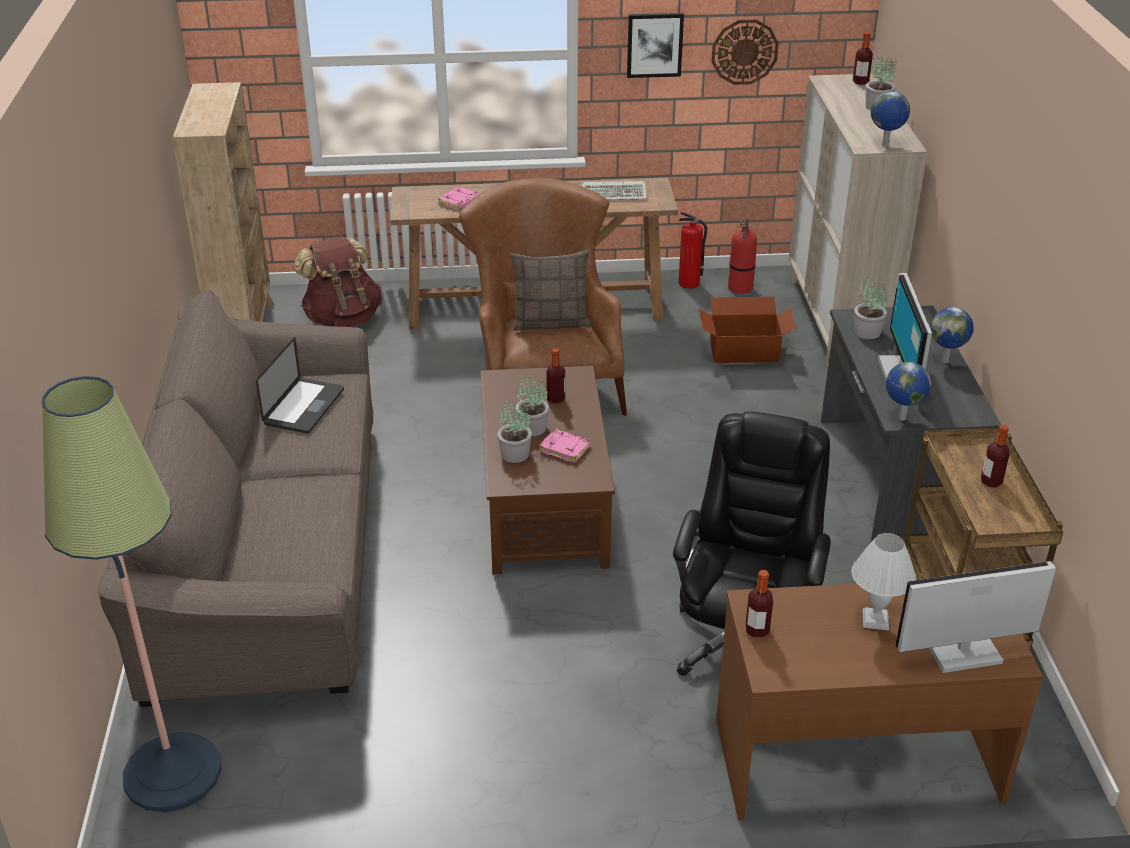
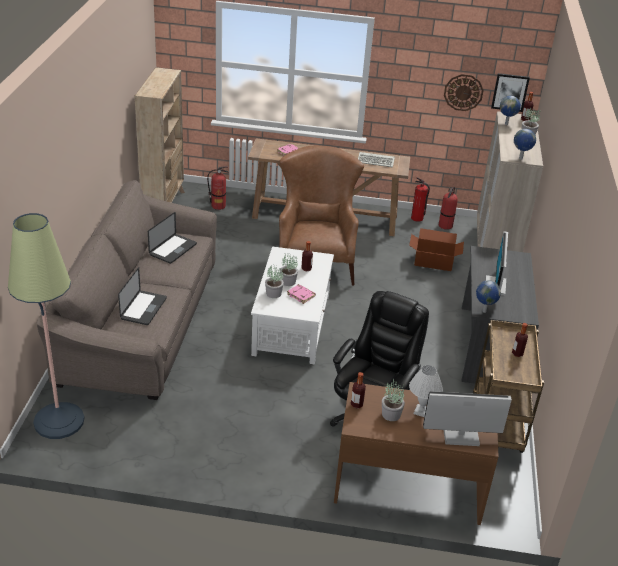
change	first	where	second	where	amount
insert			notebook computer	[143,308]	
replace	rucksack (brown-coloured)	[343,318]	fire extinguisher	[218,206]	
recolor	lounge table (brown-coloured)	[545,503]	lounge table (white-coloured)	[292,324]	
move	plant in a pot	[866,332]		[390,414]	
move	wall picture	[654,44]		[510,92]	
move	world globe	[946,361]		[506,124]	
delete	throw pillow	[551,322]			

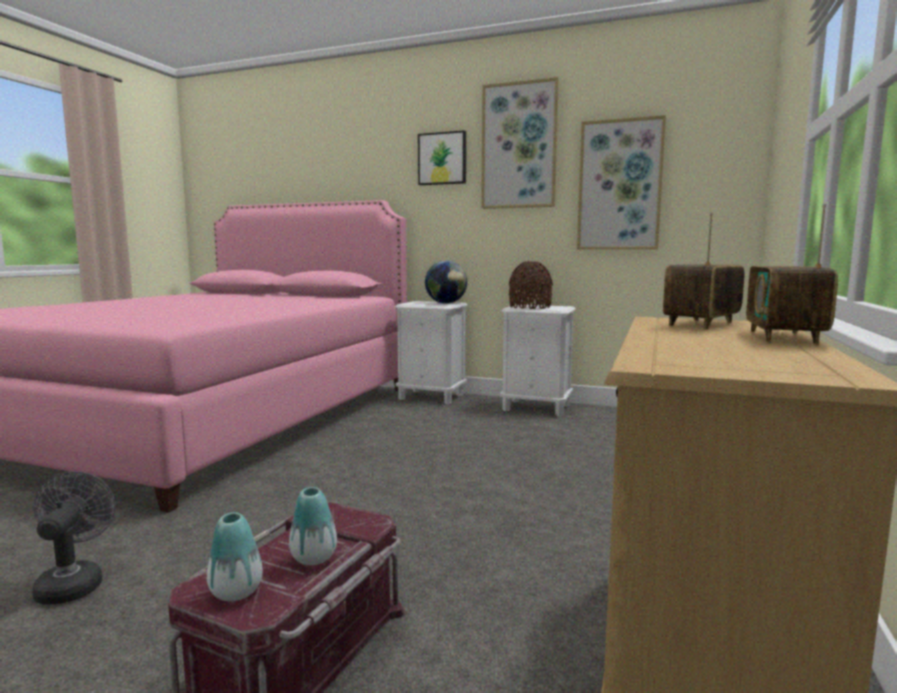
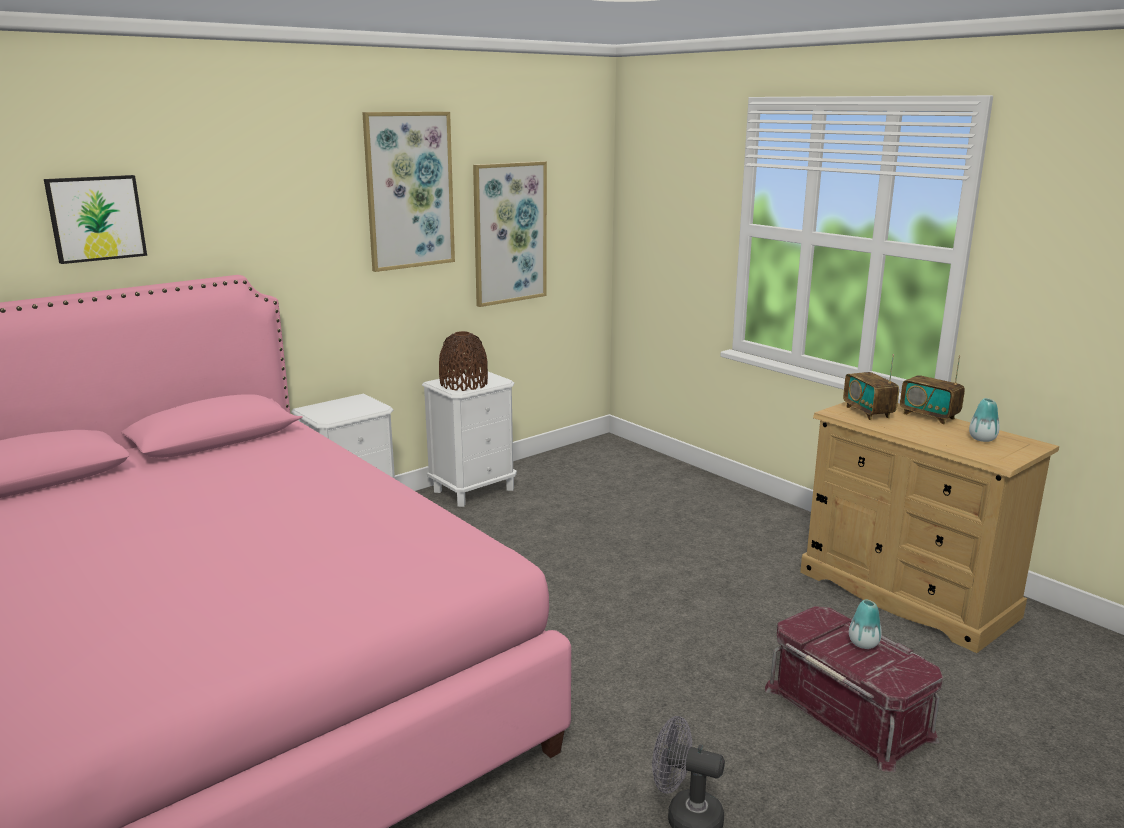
change	first	where	second	where	amount
move	wall picture	[442,158]		[96,218]	
move	decorative vase	[236,592]		[982,439]	
delete	world globe	[446,303]			

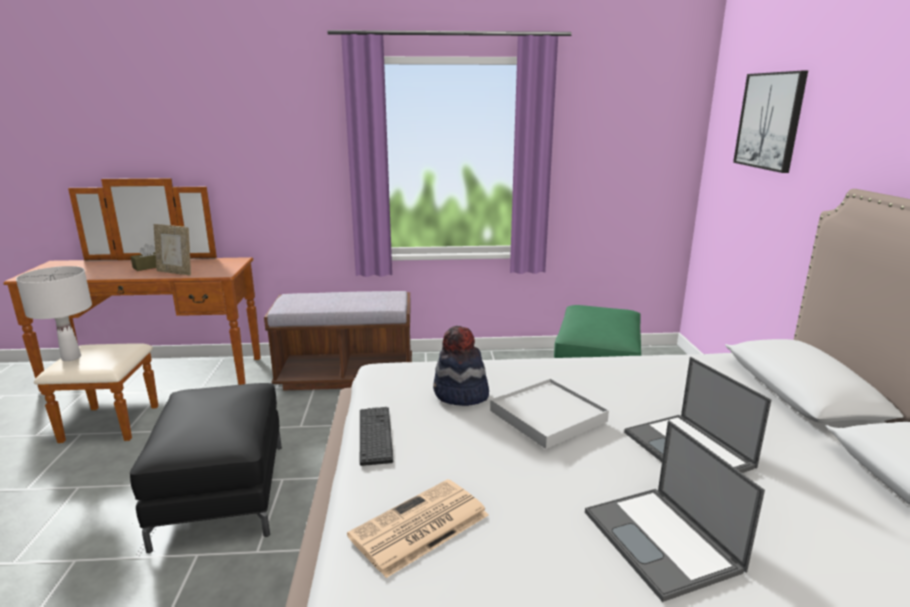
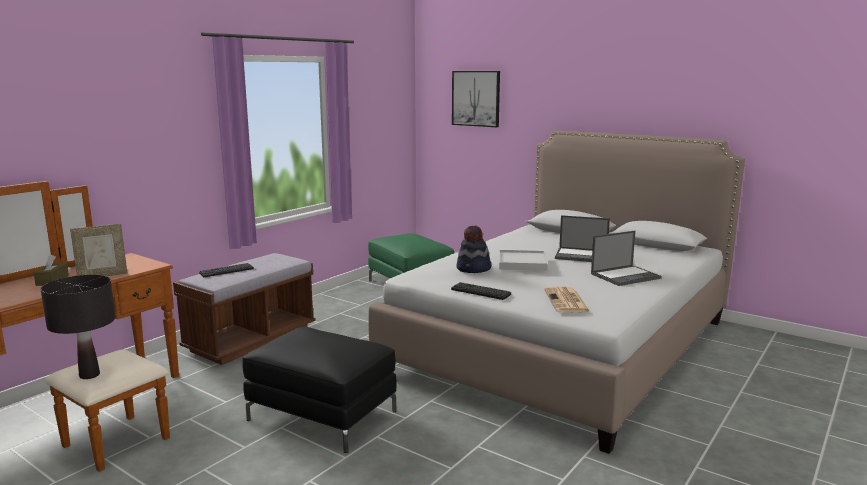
change	first	where	second	where	amount
recolor	lamp for a table (white-coloured)	[71,358]	lamp for a table (blackish)	[89,375]	
insert			keyboard	[226,271]	
rotate	notebook computer	[663,541]		[625,276]	45 degrees counterclockwise

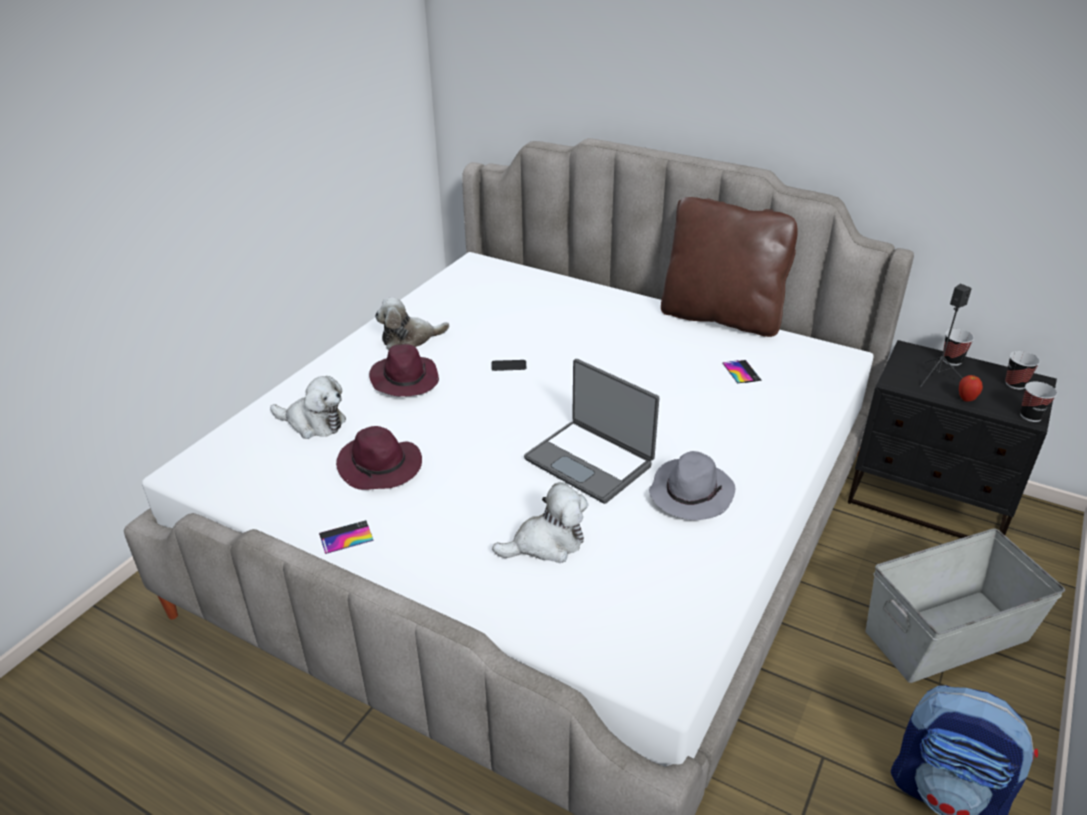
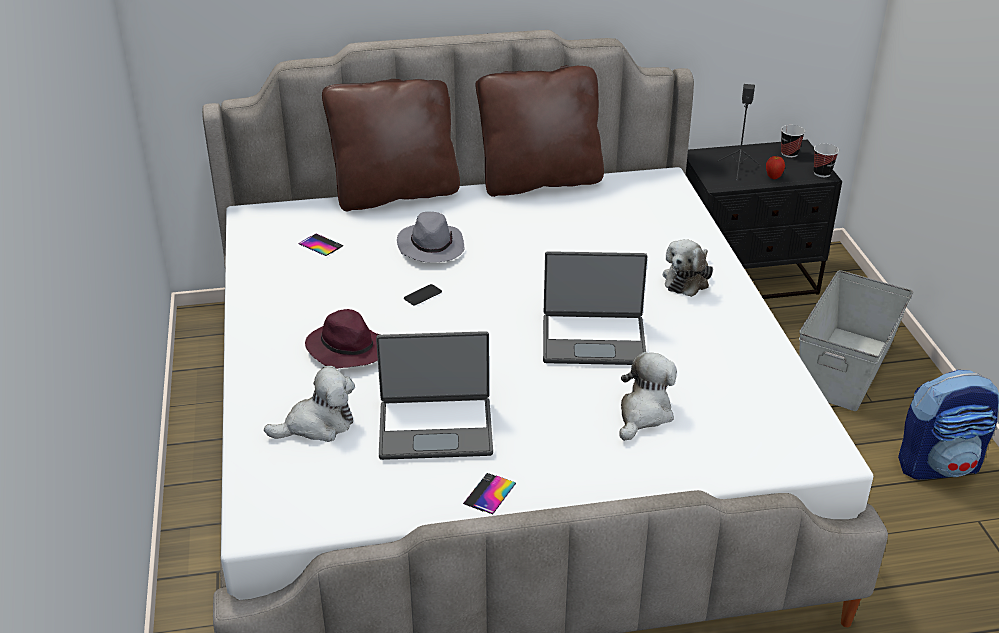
change	first	where	second	where	amount
move	telephone	[741,372]		[321,245]	
insert			throw pillow (brown-coloured)	[395,193]	
replace	hat (purplish)	[381,467]	notebook computer	[436,428]	
move	hat (gray)	[690,493]		[430,247]	
move	soft toy	[409,339]		[687,279]	
delete	small cup	[952,360]			

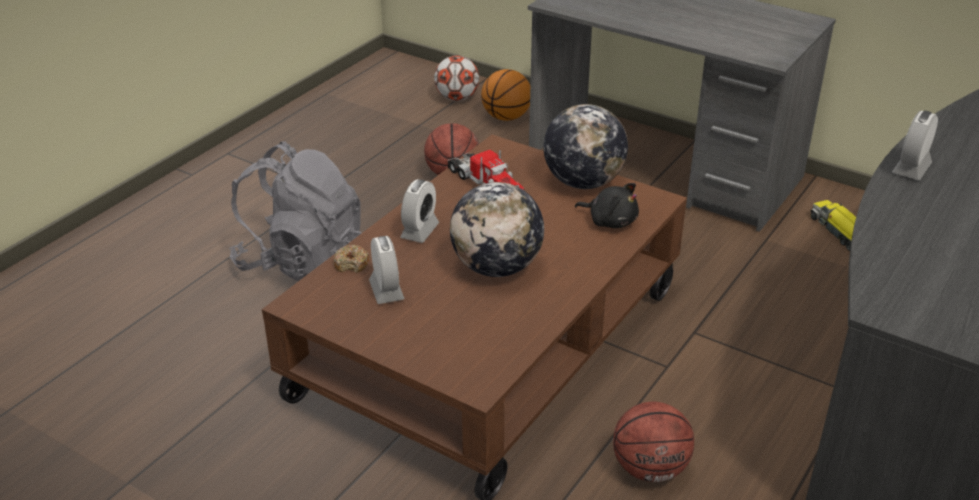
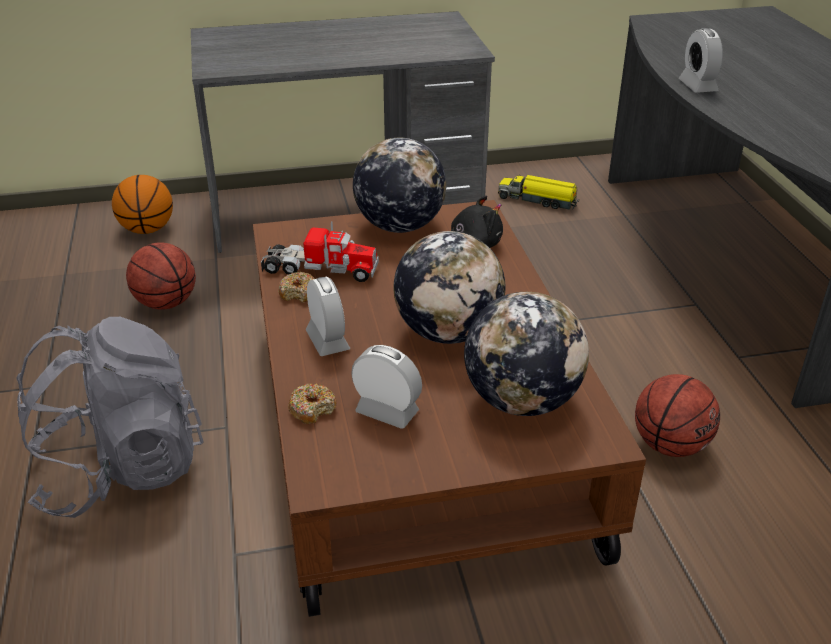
change	first	where	second	where	amount
insert			doughnut	[299,293]	
insert			world globe	[521,400]	
delete	ball for football	[457,98]			

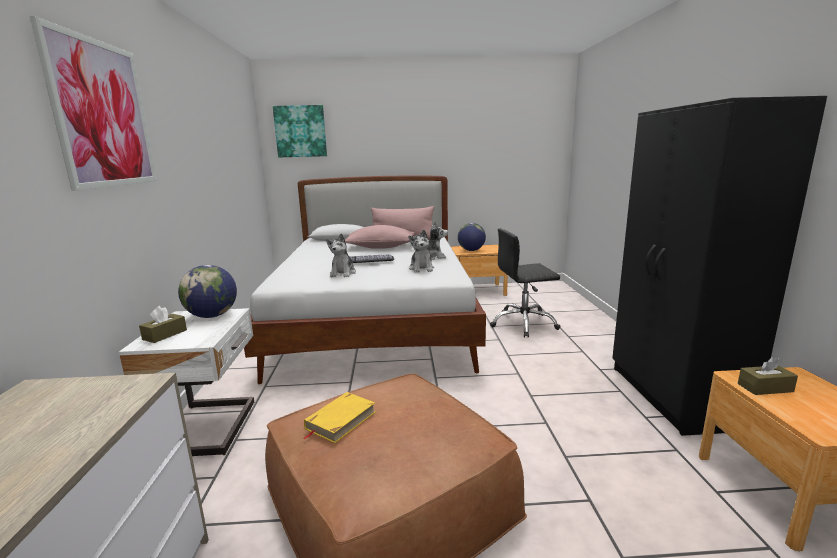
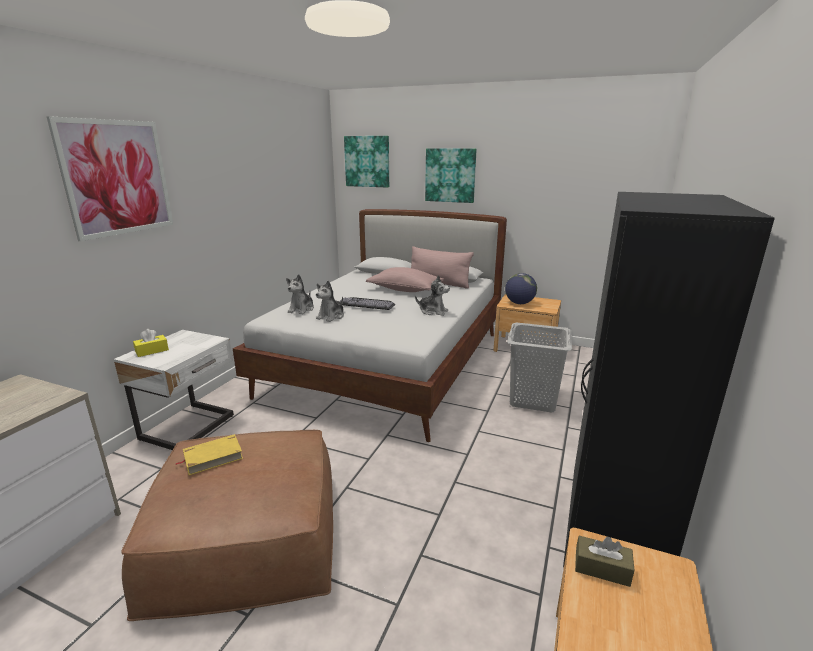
change	first	where	second	where	amount
recolor	box of tissues (brown-coloured)	[165,335]	box of tissues (yellow)	[152,351]	
move	soft toy	[422,268]		[302,309]	
insert			wall picture	[450,175]	
replace	office chair (blackish)	[523,324]	hamper (gray)	[532,399]	
delete	world globe	[212,316]			

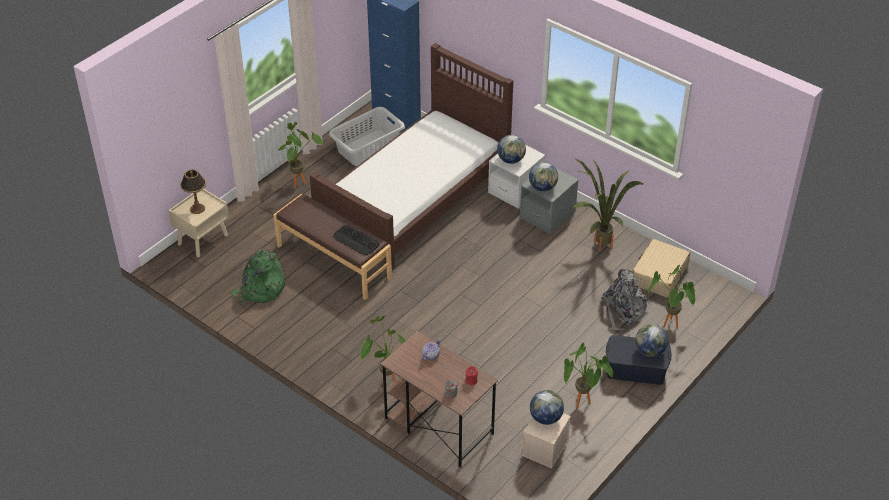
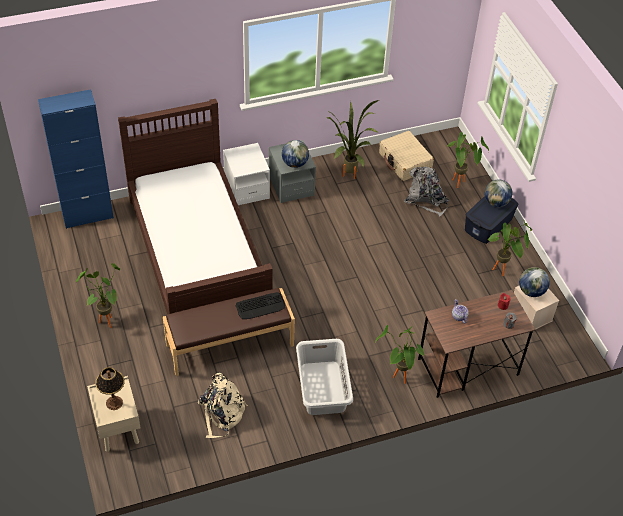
change	first	where	second	where	amount
recolor	rucksack (green-coloured)	[260,289]	rucksack (beige)	[221,414]	
move	hamper (gray)	[367,148]		[322,388]	
delete	world globe	[511,160]			

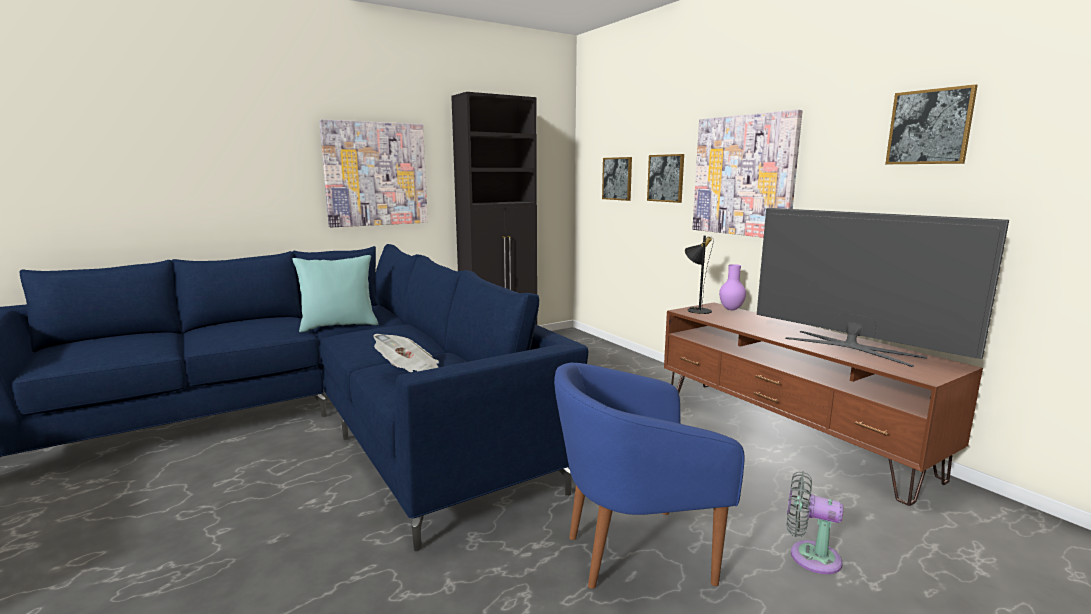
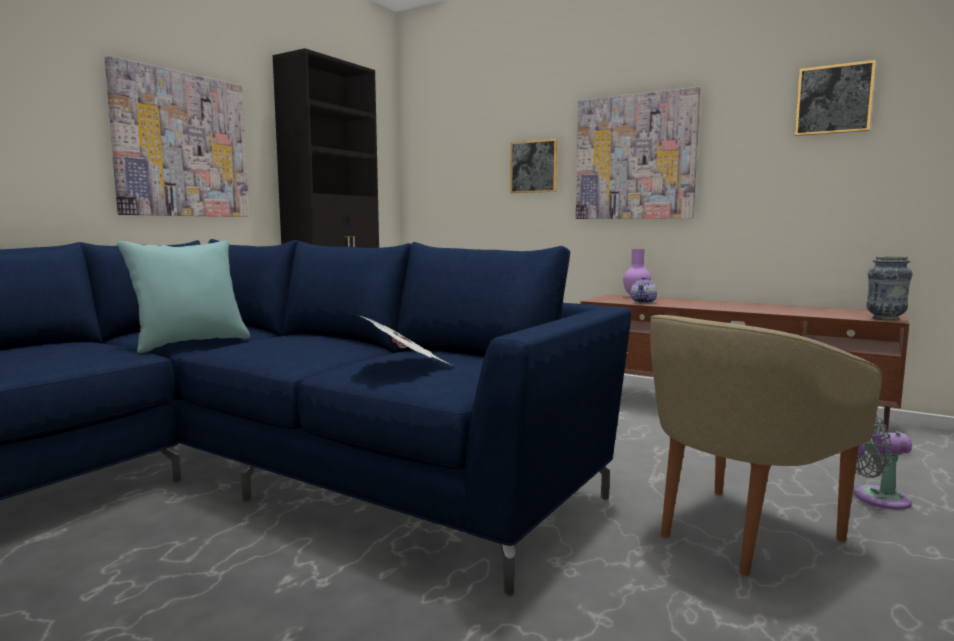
change	first	where	second	where	amount
insert			pot for tea	[643,302]	
recolor	lounge chair (blue-coloured)	[633,552]	lounge chair (beige)	[739,533]	
insert			decorative vase	[885,319]	
delete	wall picture	[617,178]			
delete	lamp for a table (blackish)	[696,310]			
delete	TV	[852,347]			

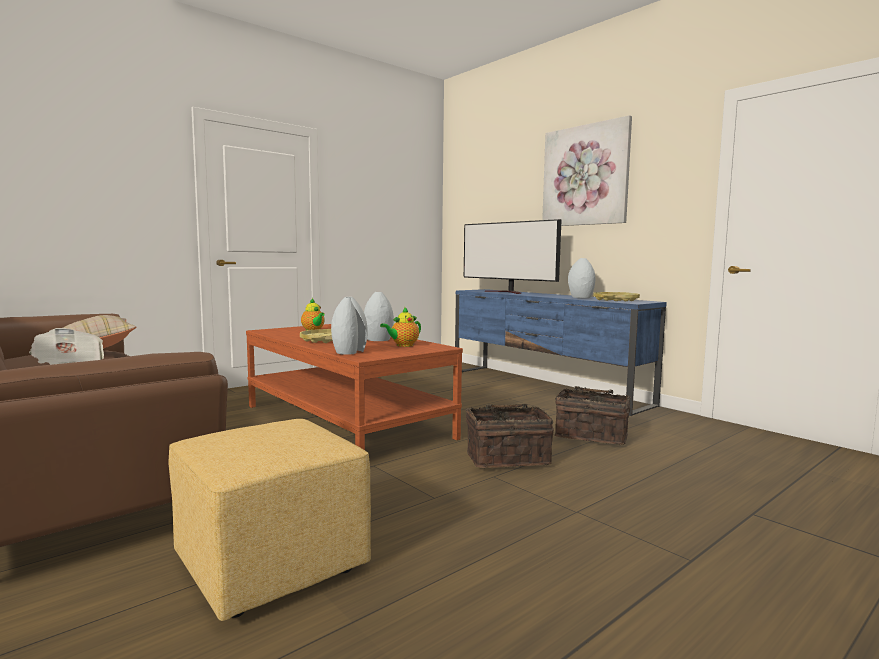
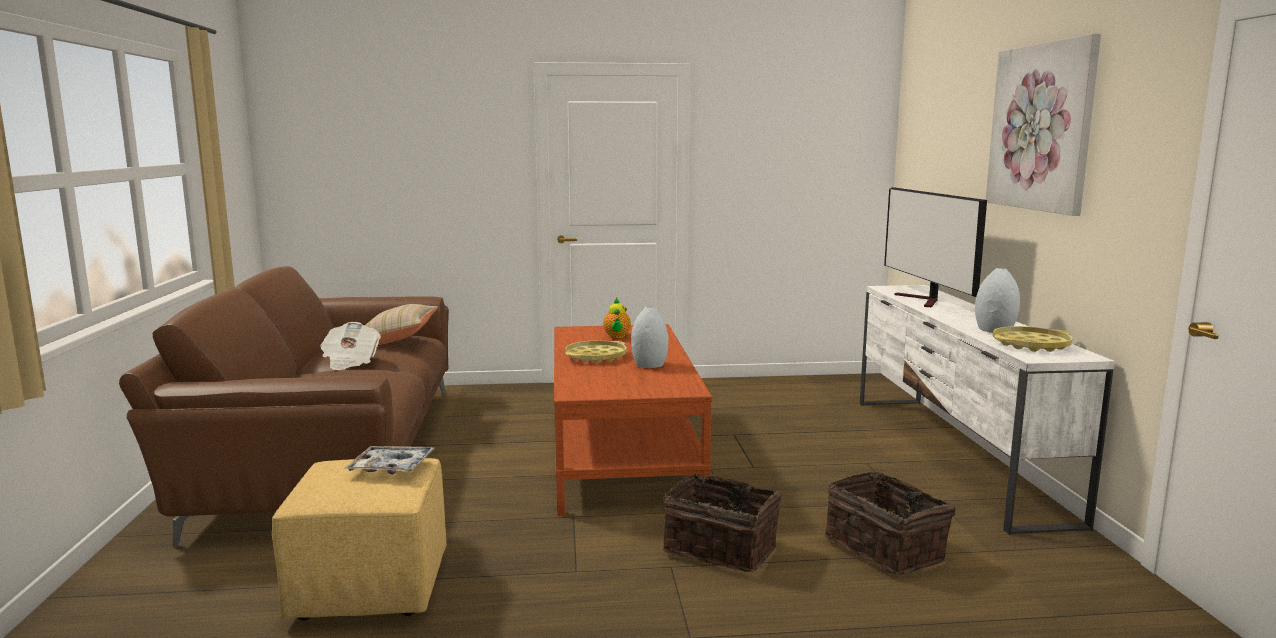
change	first	where	second	where	amount
insert			tray	[391,467]	
recolor	media console (blue-coloured)	[544,387]	media console (white-coloured)	[953,455]	
delete	decorative vase (gray)	[350,352]			
delete	pot for tea	[403,345]			

